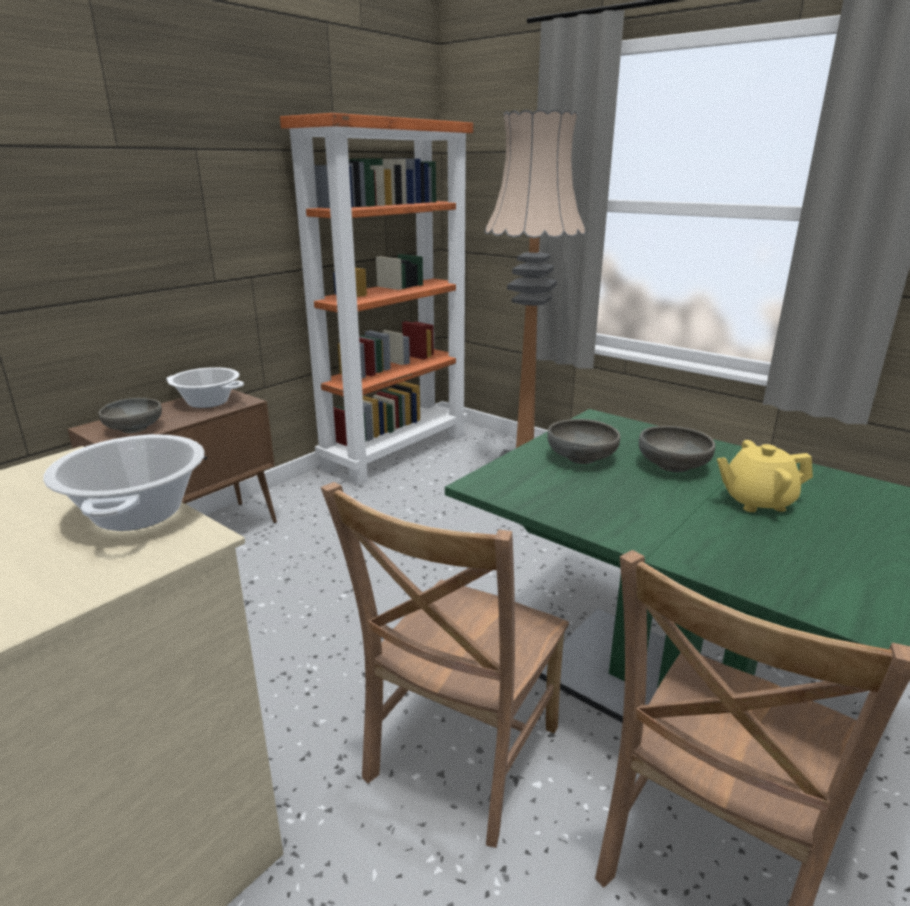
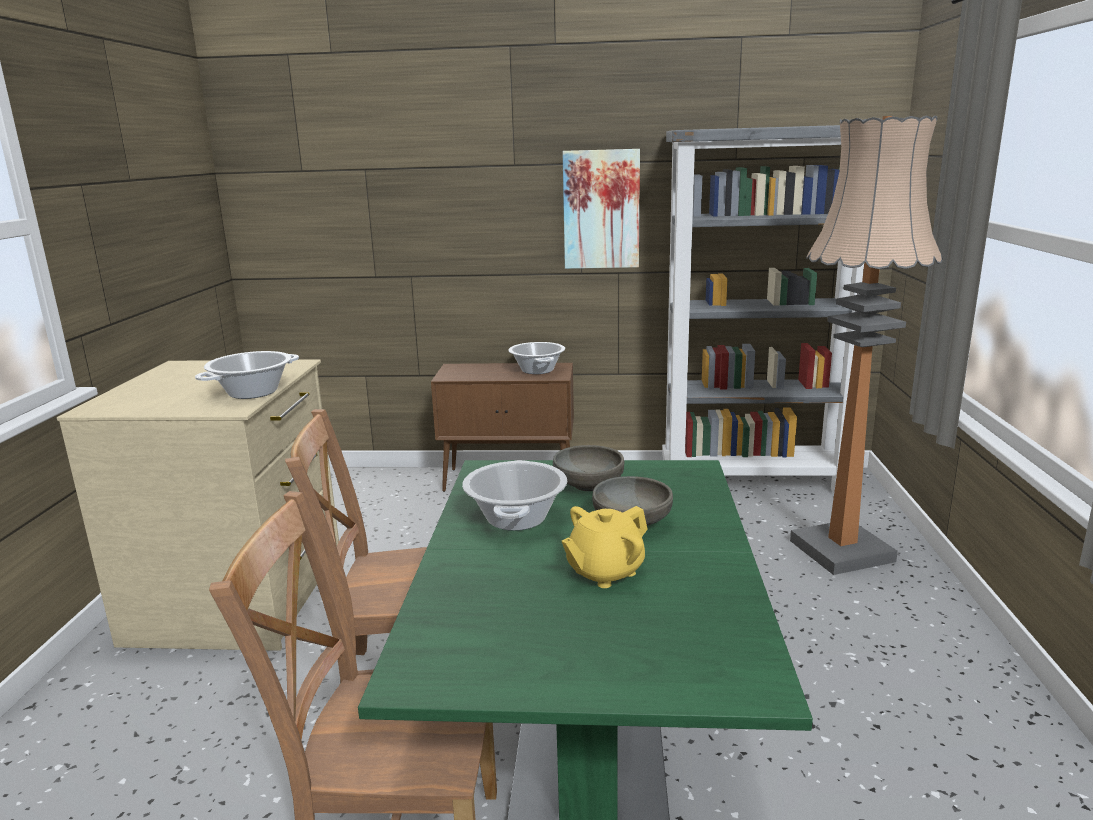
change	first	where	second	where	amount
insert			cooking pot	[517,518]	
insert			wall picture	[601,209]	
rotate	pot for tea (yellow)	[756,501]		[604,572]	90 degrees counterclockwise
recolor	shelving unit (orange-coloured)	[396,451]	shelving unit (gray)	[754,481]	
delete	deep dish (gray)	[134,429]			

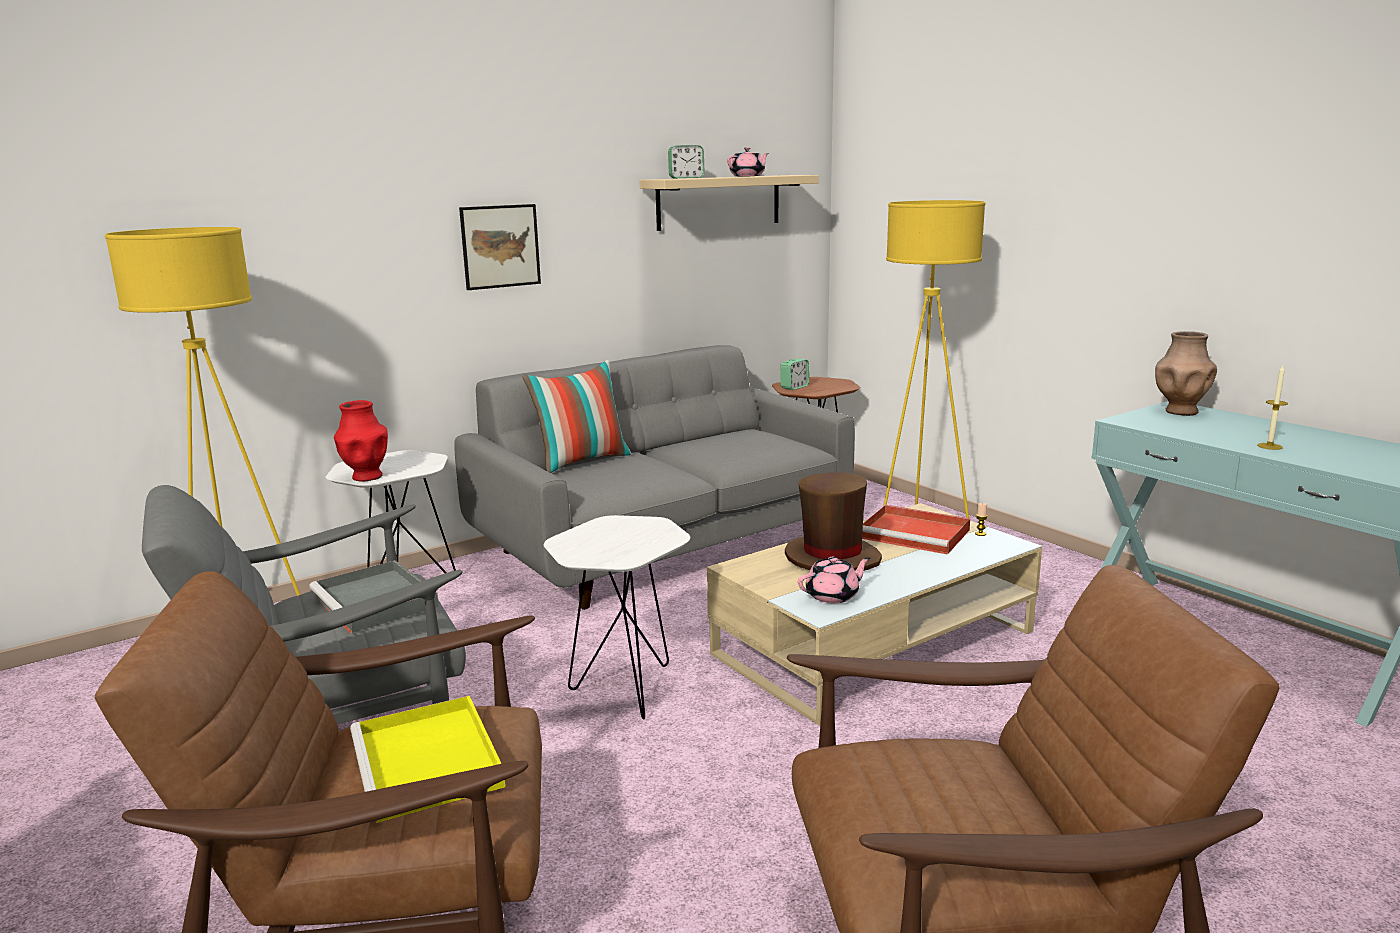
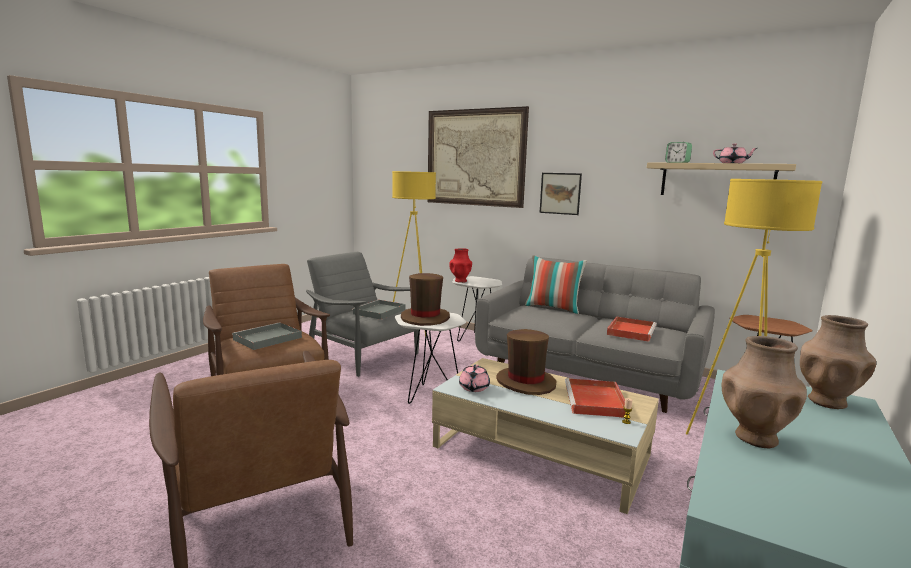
change	first	where	second	where	amount
recolor	tray (yellow)	[429,764]	tray (gray)	[266,339]	
insert			hat (brown-coloured)	[425,318]	
insert			wall picture	[475,157]	
rotate	pot for tea (pinkish)	[833,595]		[473,388]	60 degrees clockwise
insert			tray (red)	[631,331]	
replace	candle	[1269,446]	decorative vase (brown-coloured)	[755,437]	
delete	table clock	[794,387]			

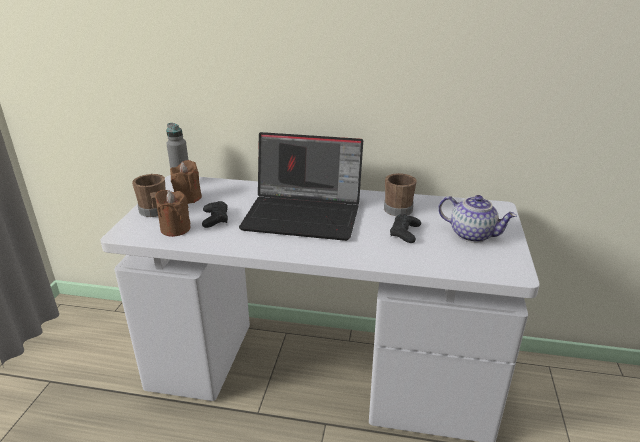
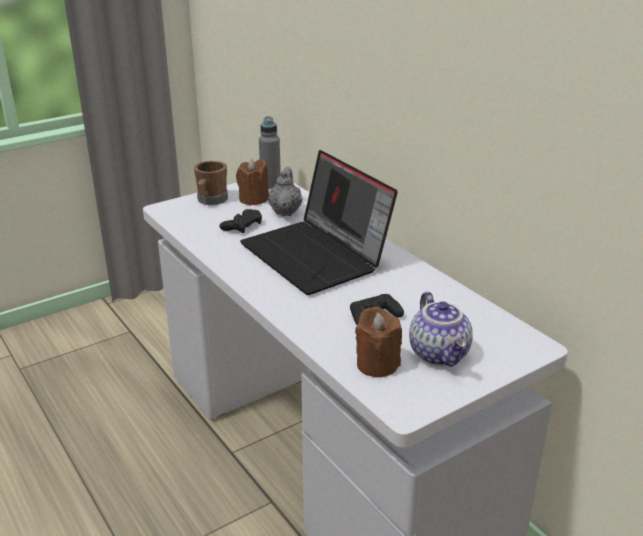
change	first	where	second	where	amount
insert			pot for tea (gray)	[285,211]	
move	candle (brown-coloured)	[175,229]		[377,364]	
delete	tea mug (brown-coloured)	[397,208]			

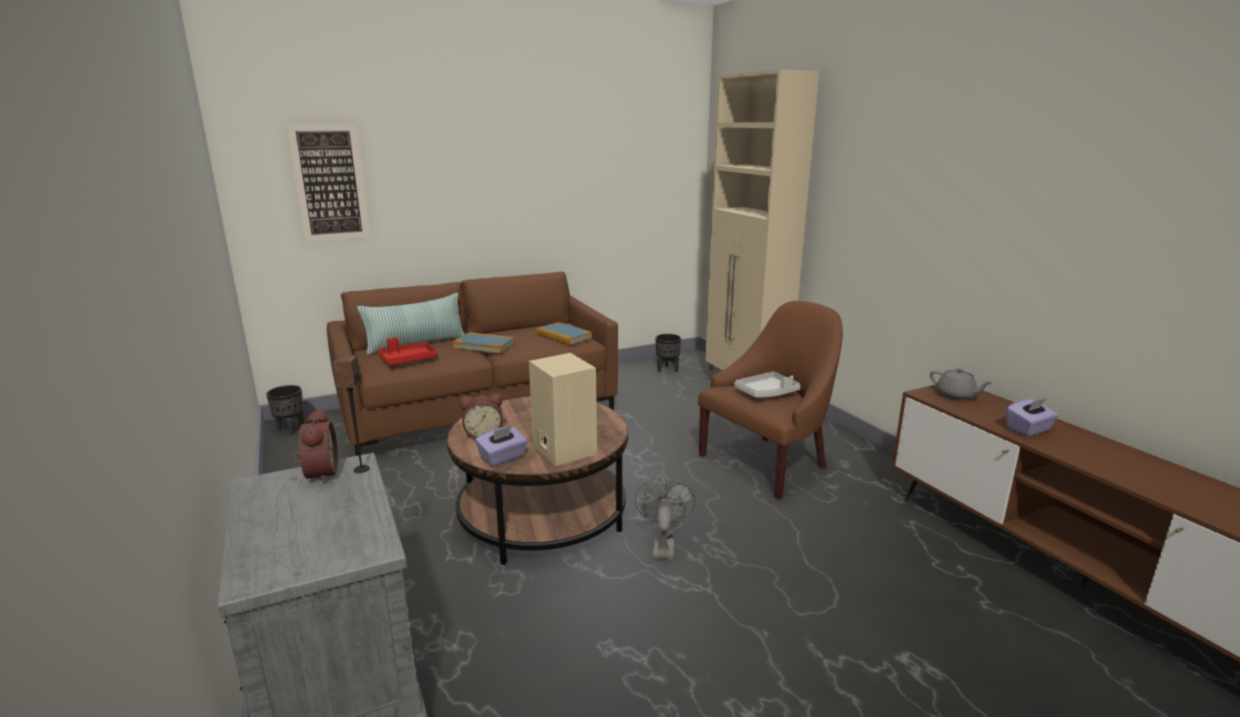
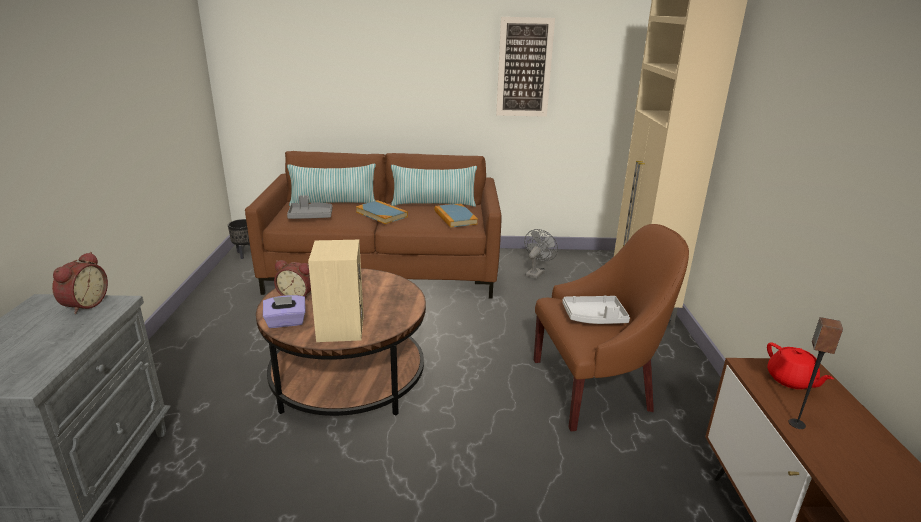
change	first	where	second	where	amount
recolor	tray (red)	[407,360]	tray (gray)	[310,216]	
insert			throw pillow	[433,204]	
move	wall picture	[330,183]		[524,68]	
move	cooling fan (gray)	[662,546]		[536,272]	
recolor	pot for tea (gray)	[956,396]	pot for tea (red)	[791,380]	
move	audio speaker	[361,469]		[796,424]	
delete	flower pot (blackish)	[667,369]			
delete	box of tissues (purplish)	[1028,430]			

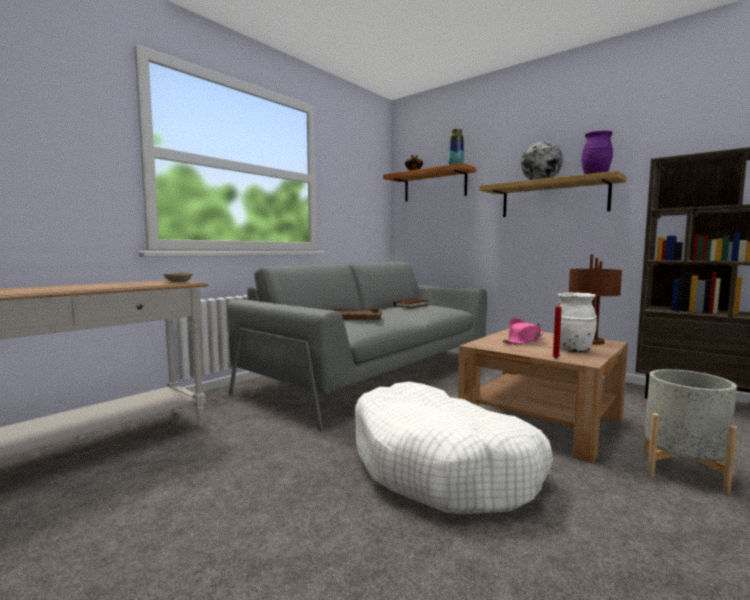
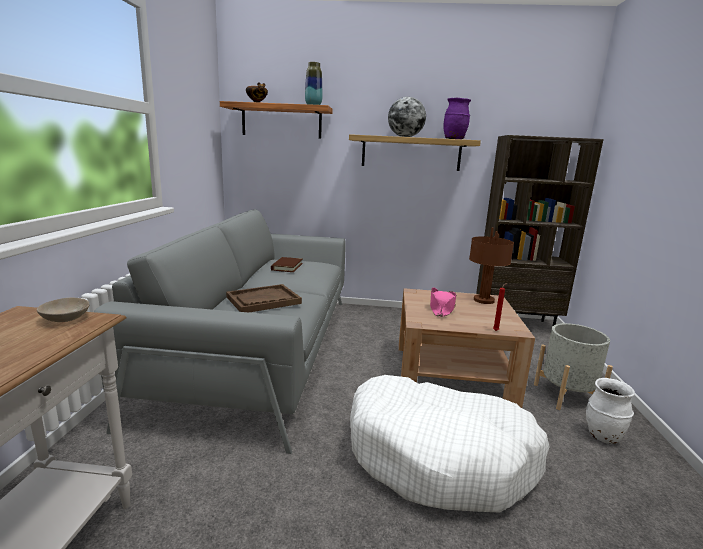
change	first	where	second	where	amount
move	decorative vase (white-coloured)	[573,350]		[602,436]	

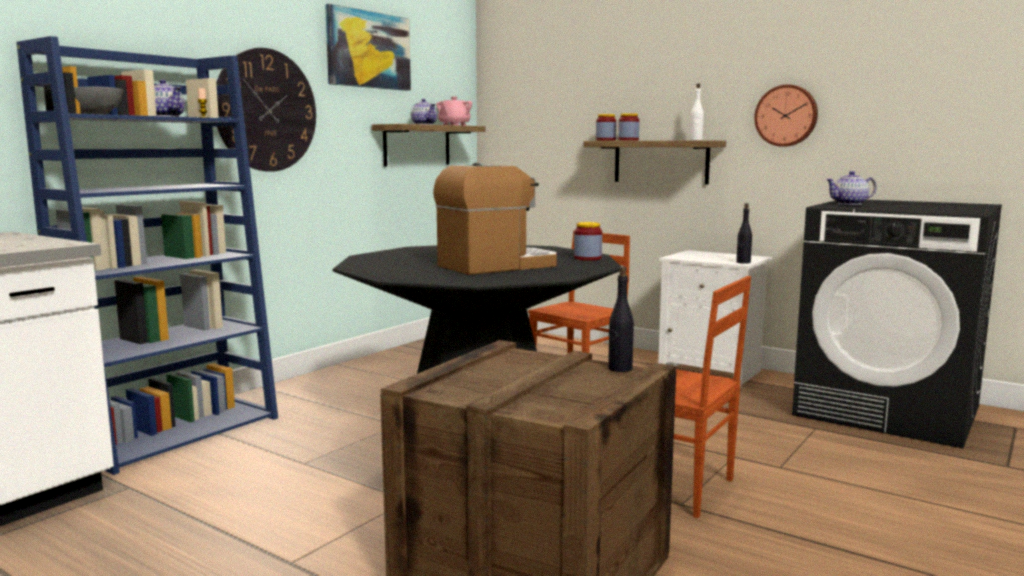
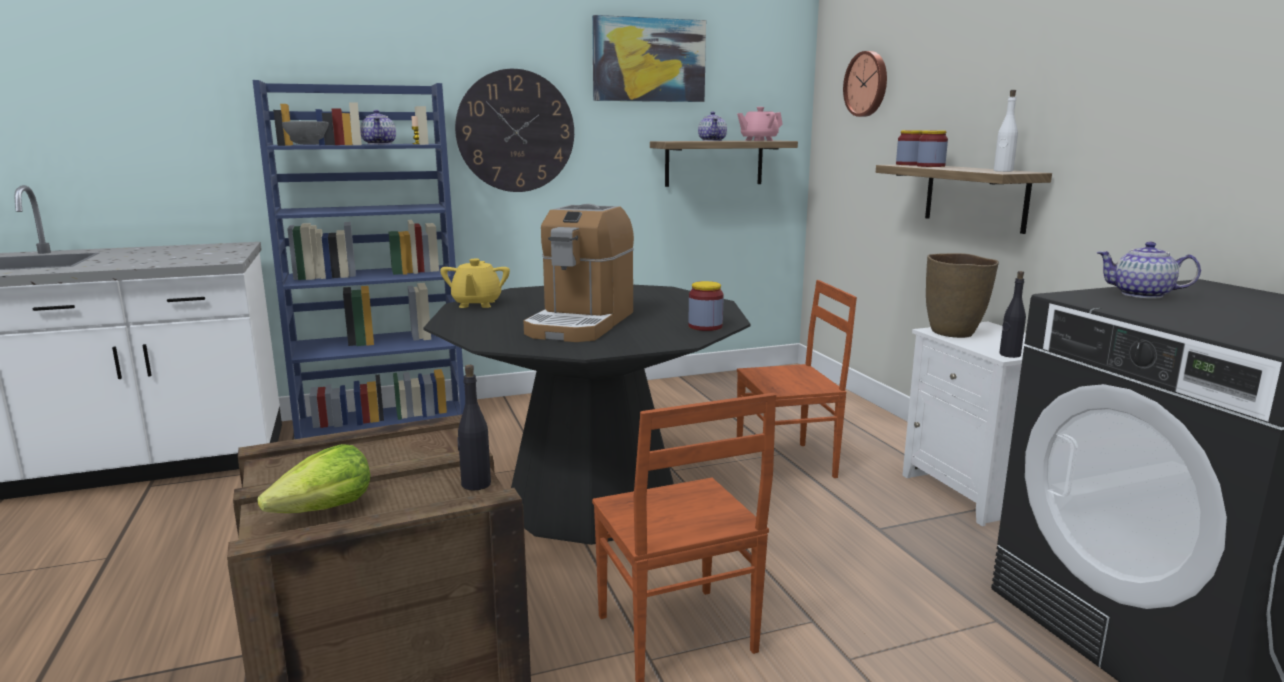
change	first	where	second	where	amount
insert			lettuce	[325,510]	
insert			pot for tea (yellow)	[476,304]	
rotate	coffee machine	[497,266]		[581,323]	105 degrees clockwise
move	hanging clock	[786,116]		[867,84]	
insert			decorative vase (brown-coloured)	[954,333]	

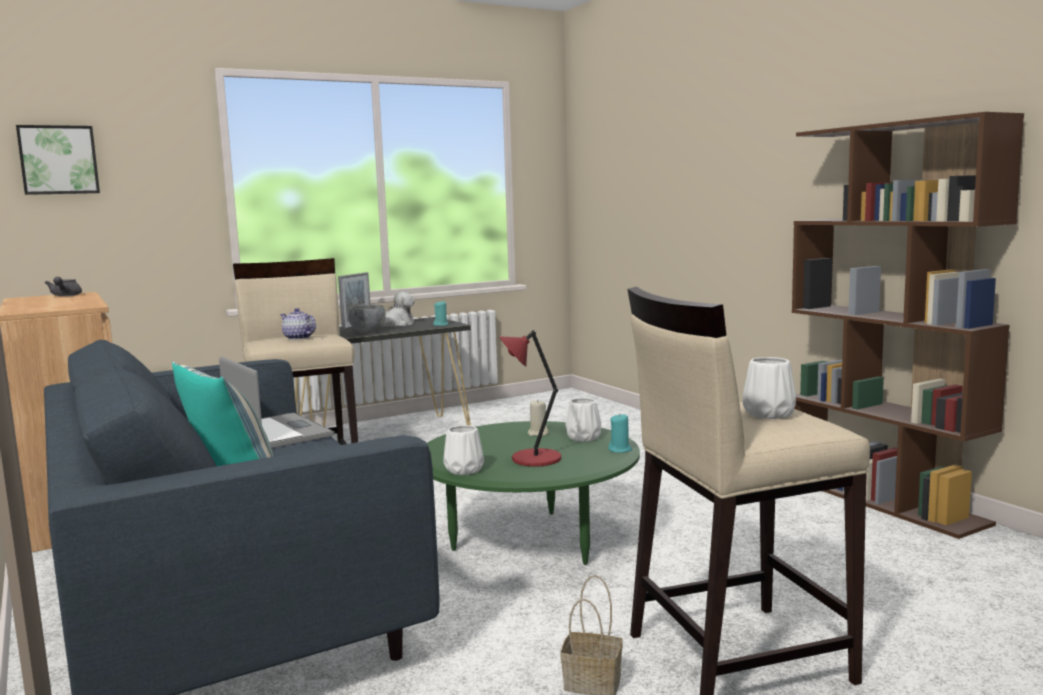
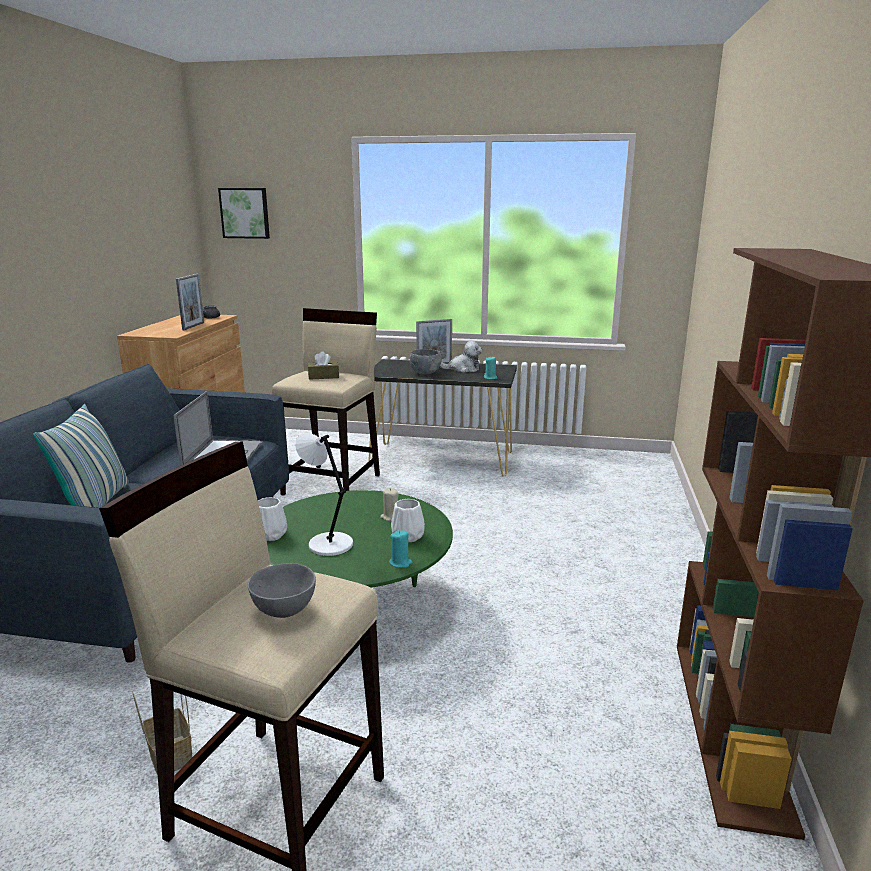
change	first	where	second	where	amount
insert			standing frame	[193,326]	
replace	decorative vase (white-coloured)	[770,414]	deep dish (gray)	[284,611]	
recolor	lamp for a table (red)	[533,459]	lamp for a table (white-coloured)	[328,544]	
replace	pot for tea	[298,338]	box of tissues (brown-coloured)	[323,376]	

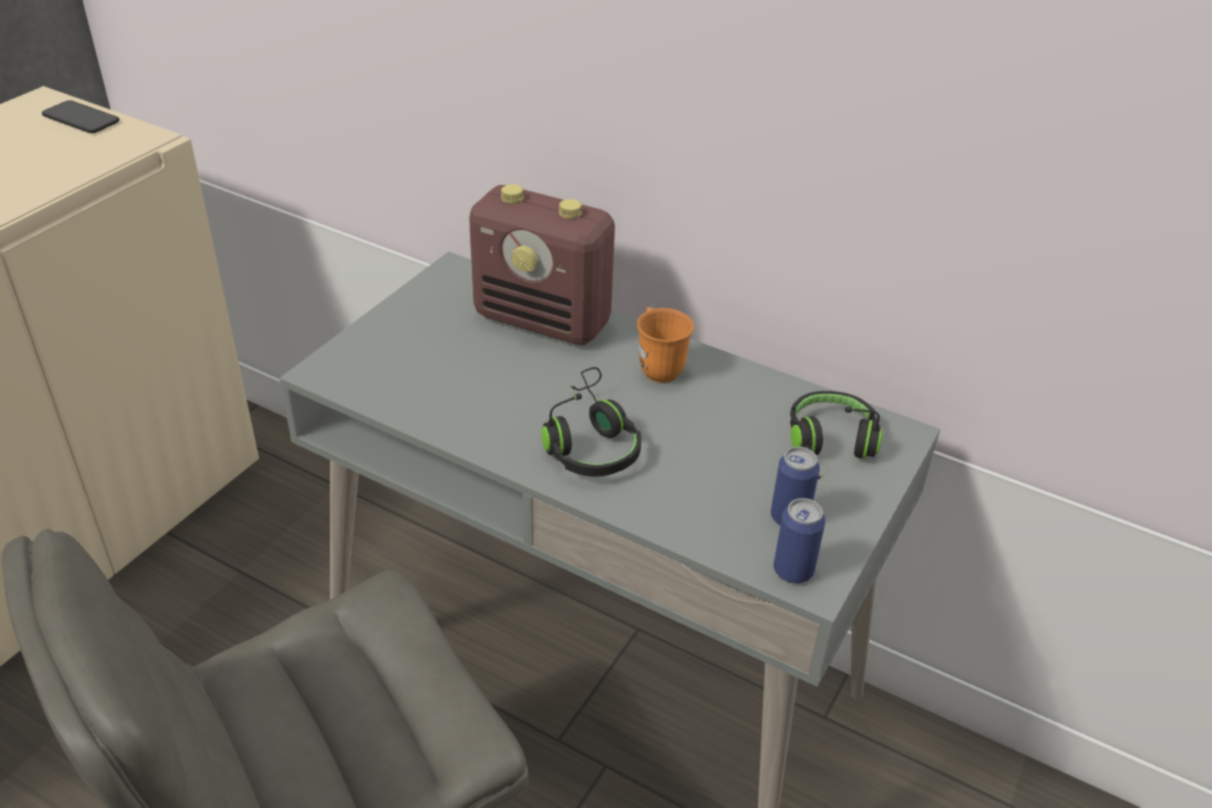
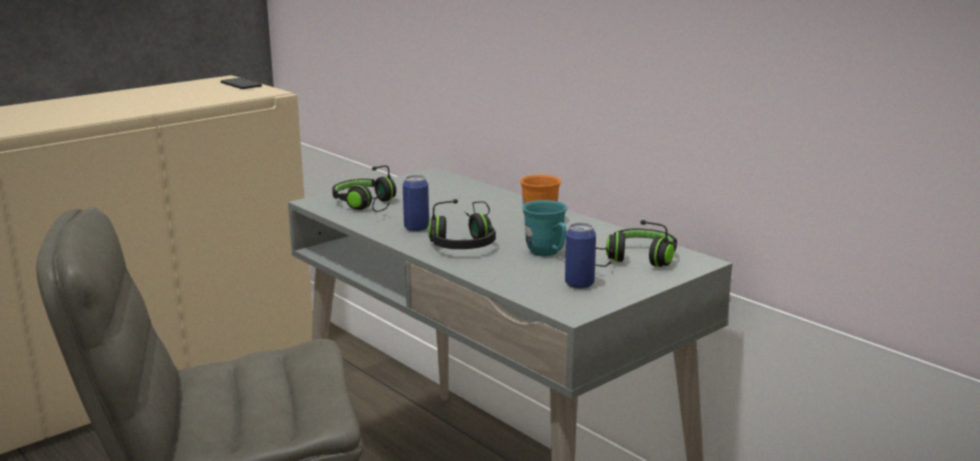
change	first	where	second	where	amount
insert			headset (blackish)	[368,205]	
move	sealed can	[793,571]		[416,228]	
insert			tea mug (turquoise)	[548,253]	
delete	radio	[544,321]			

